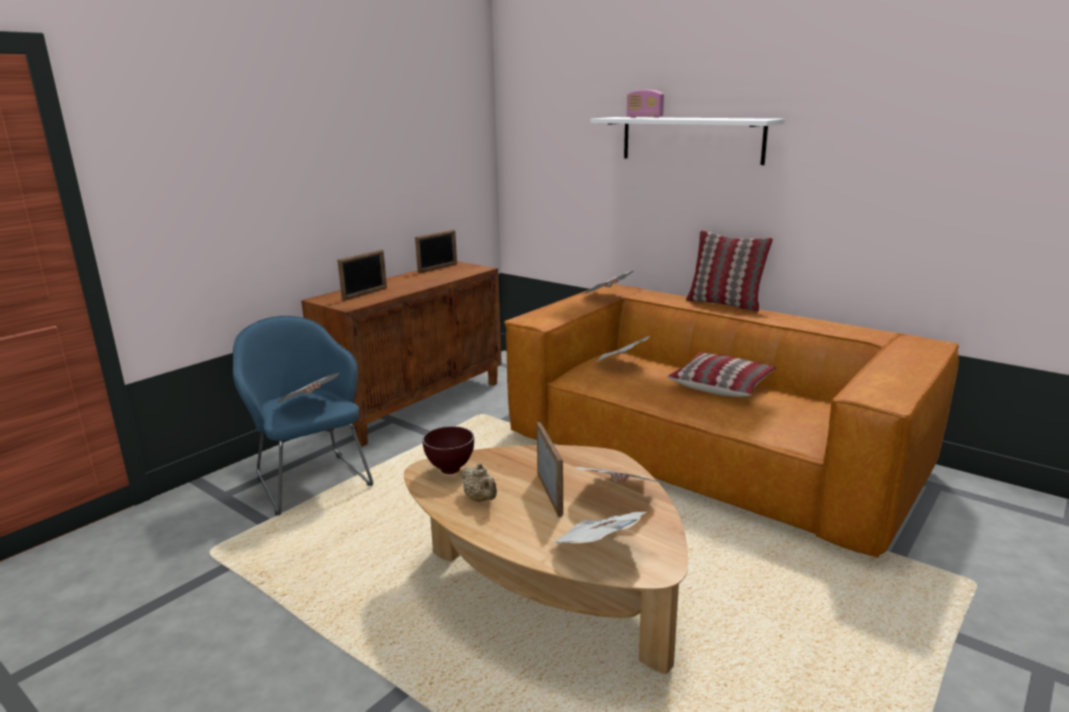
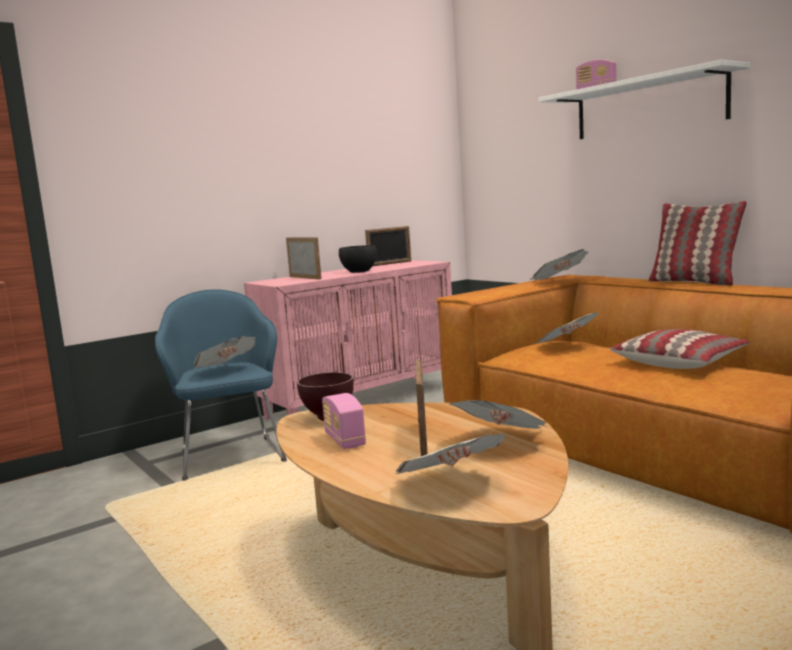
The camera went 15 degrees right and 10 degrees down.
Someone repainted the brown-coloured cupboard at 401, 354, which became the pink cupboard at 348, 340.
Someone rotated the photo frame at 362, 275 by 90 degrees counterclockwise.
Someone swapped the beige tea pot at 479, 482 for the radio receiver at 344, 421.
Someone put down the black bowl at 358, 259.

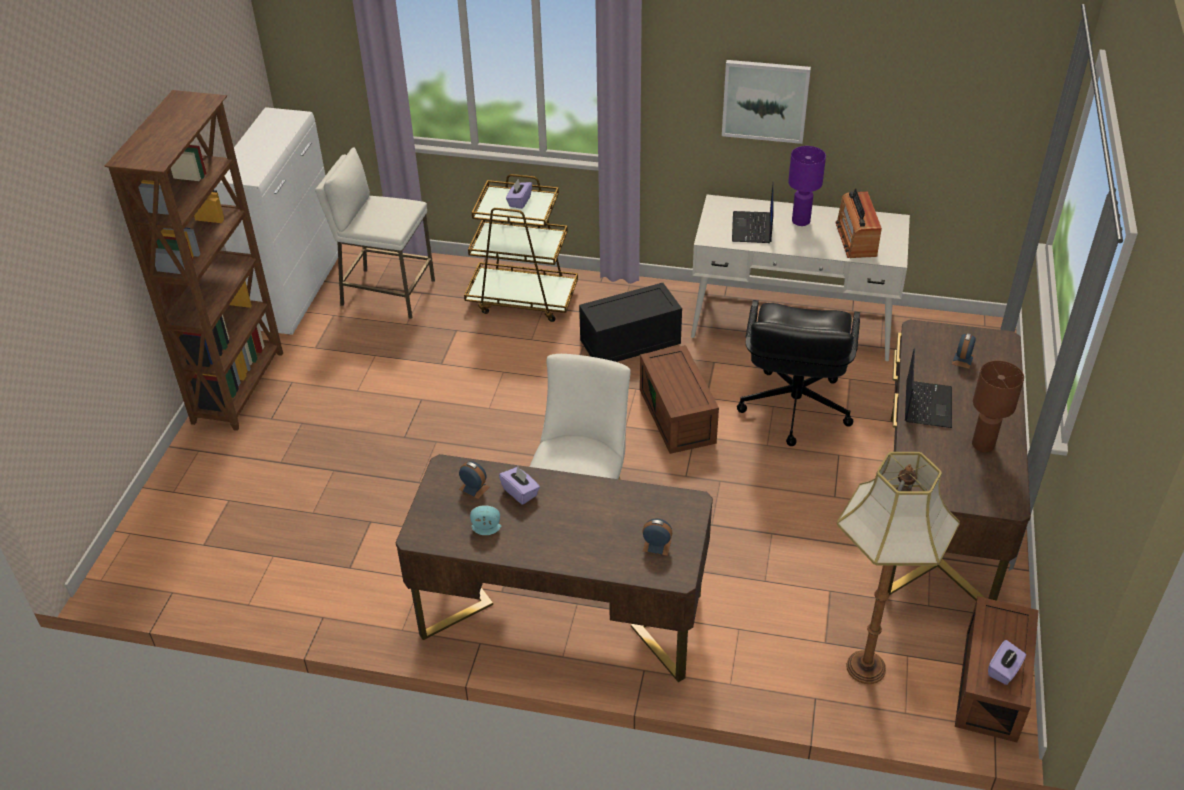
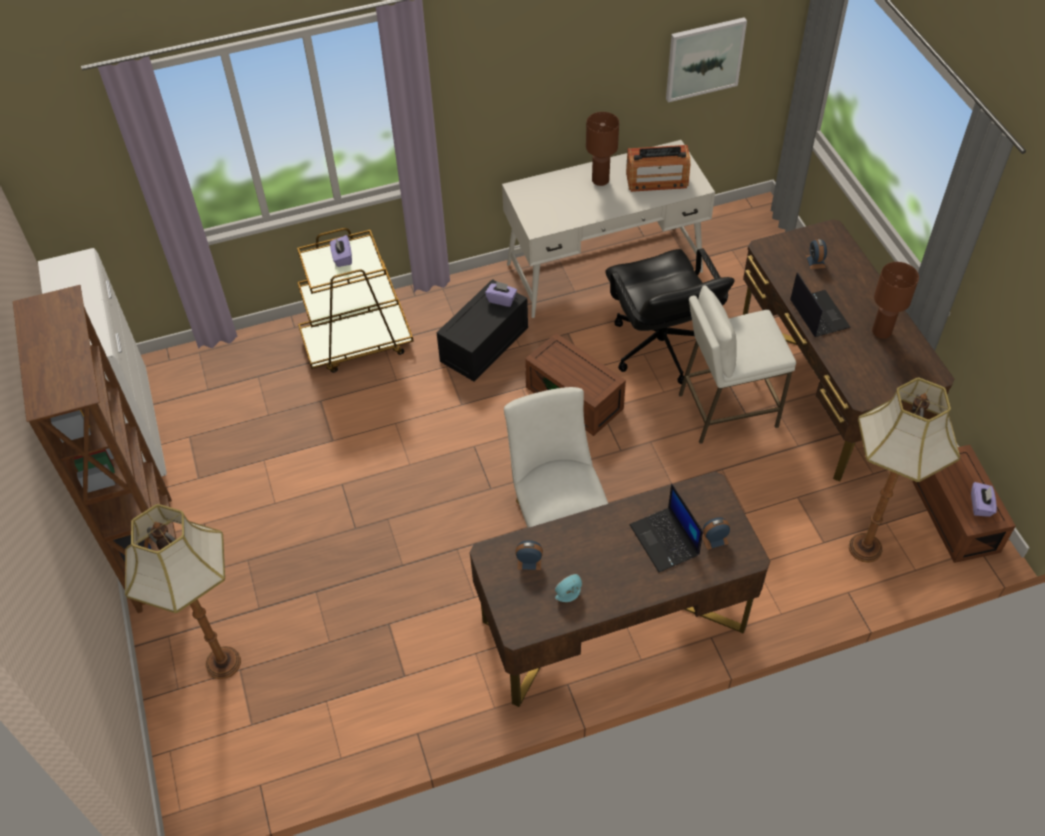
The camera went 30 degrees left and 10 degrees up.
Someone carried the whitish sitting stool from 375, 233 to 737, 364.
Someone carried the purple tissue box from 519, 485 to 501, 294.
Someone carried the picture from 766, 102 to 706, 59.
Someone carried the notebook computer from 753, 212 to 666, 528.
Someone repainted the purple lamp for a table at 807, 186, which became the brown-coloured lamp for a table at 602, 149.
Someone rotated the radio receiver at 859, 223 by 60 degrees counterclockwise.
Someone put down the standing lamp at 183, 591.

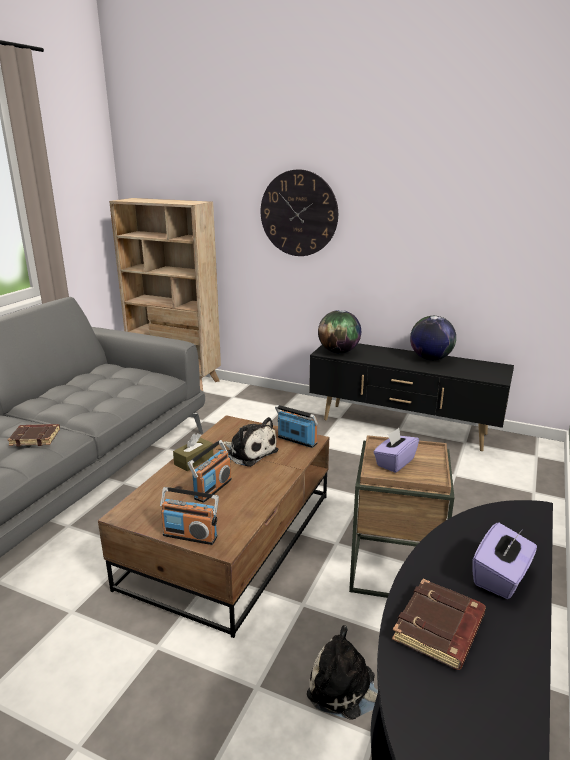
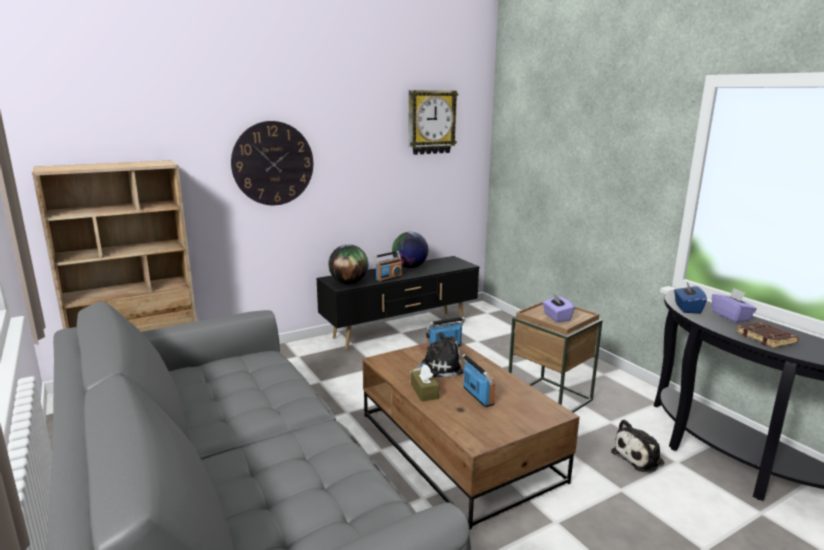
The camera went 55 degrees left and 5 degrees down.
Someone took away the brown-coloured bound book at 34, 435.
Someone carried the radio receiver from 189, 516 to 388, 266.
Someone put up the hanging clock at 433, 122.
Someone put down the blue-coloured tissue box at 690, 298.

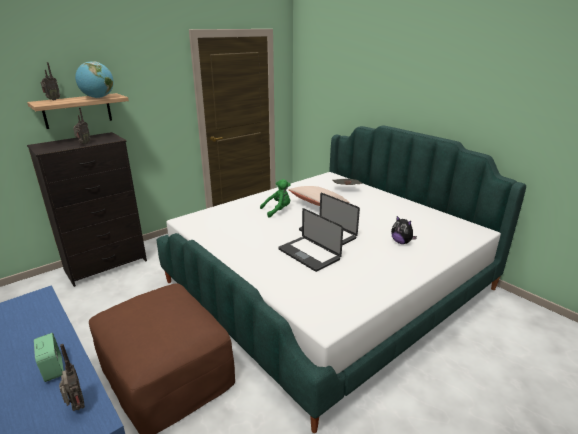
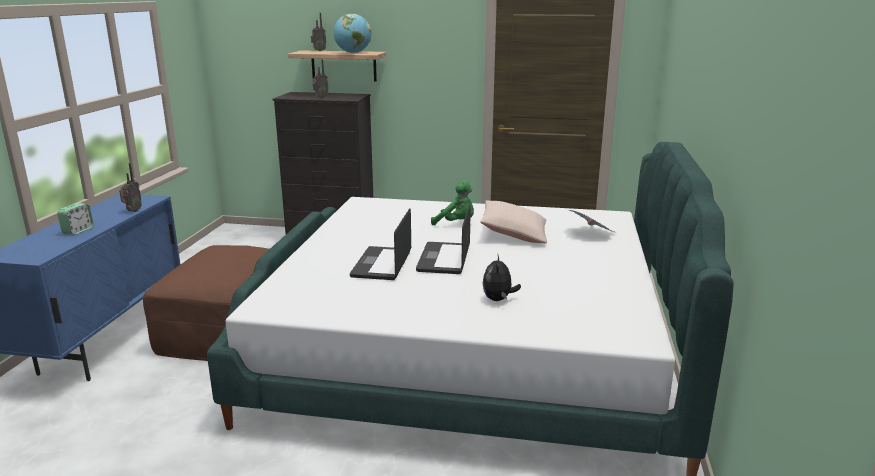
The camera went 50 degrees right and 5 degrees down.
Someone carried the radio receiver from 72, 377 to 130, 187.

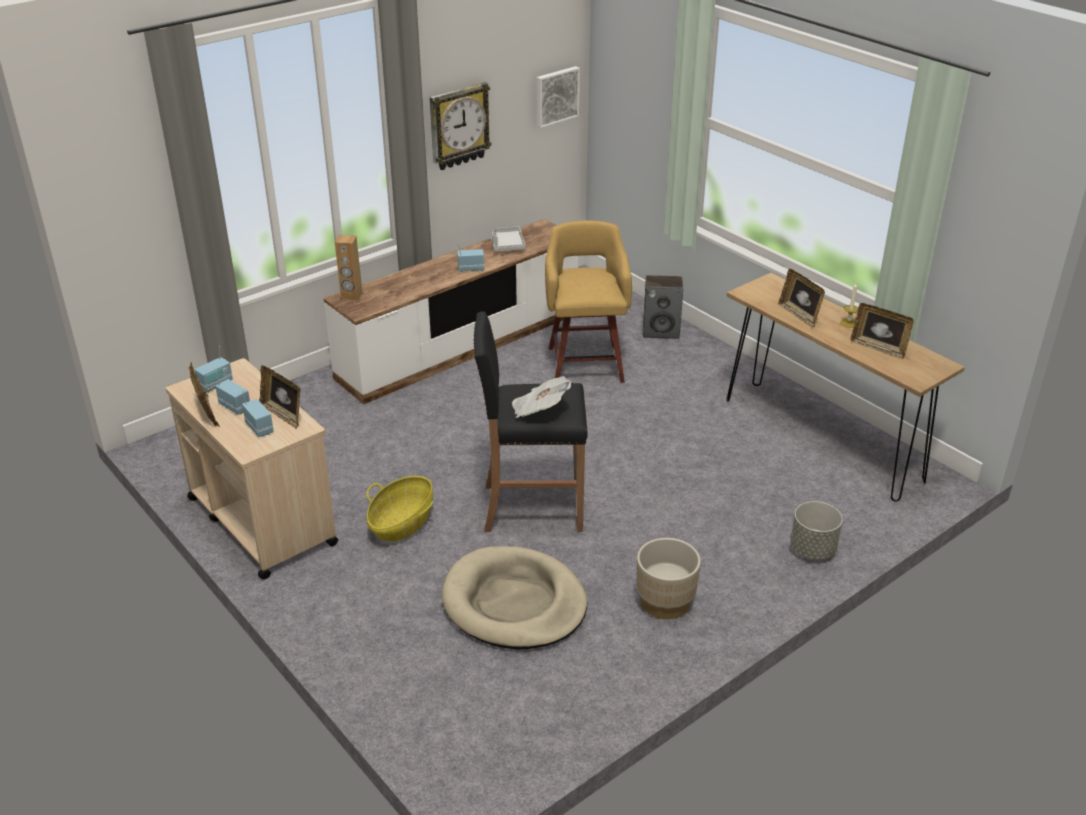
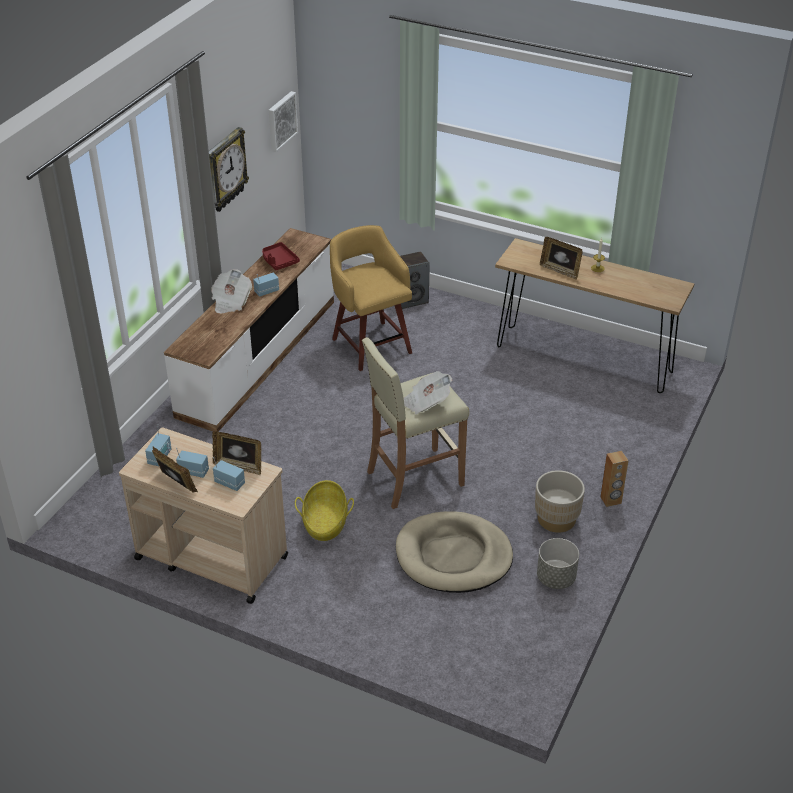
The camera went 25 degrees left and 5 degrees up.
Someone carried the brown-coloured speaker from 349, 268 to 614, 479.
Someone repainted the black sitting stool at 531, 421, which became the beige sitting stool at 415, 423.
Someone repainted the greyish carrying tray at 508, 239, which became the red carrying tray at 281, 256.
Someone carried the greyish plant pot from 816, 530 to 558, 563.
Someone took away the photo frame at 882, 331.
Someone put down the daily paper at 231, 291.

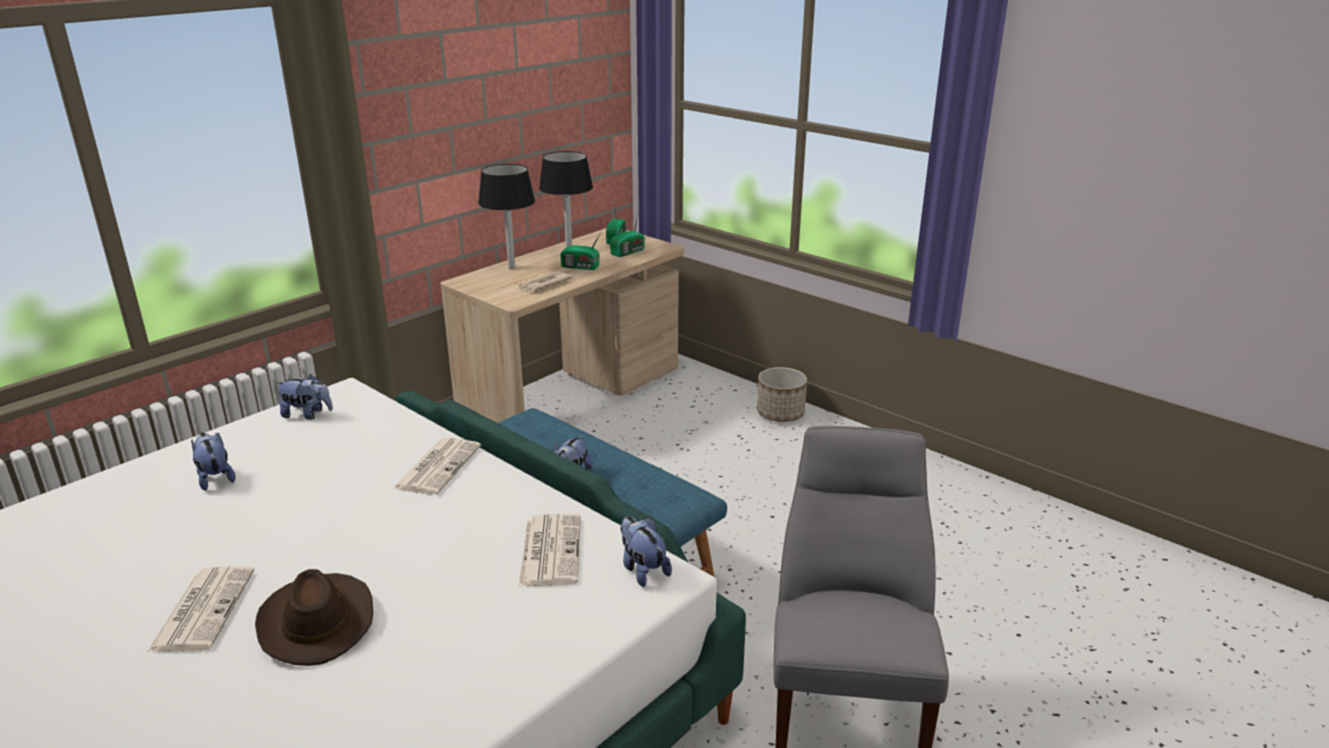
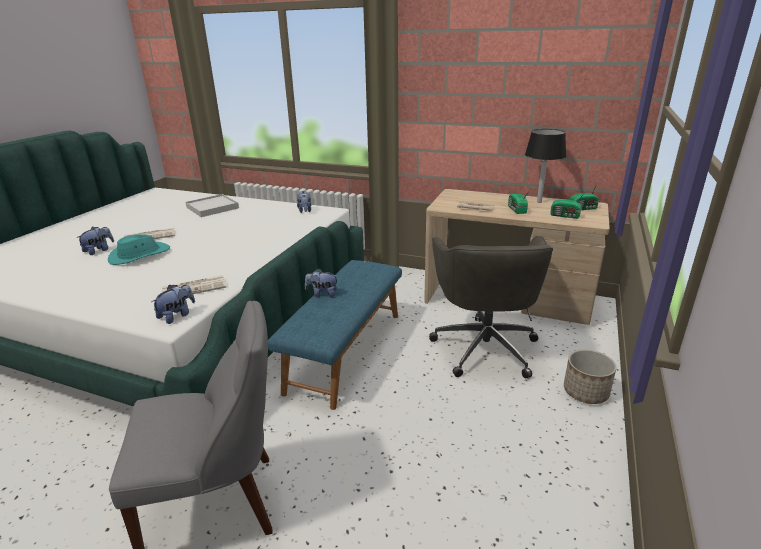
The camera went 70 degrees right and 0 degrees up.
Someone carried the plush toy from 213, 461 to 95, 240.
Someone repainted the brown-coloured clothing hat at 314, 617, which became the blue-green clothing hat at 139, 249.
Someone took away the daily paper at 436, 466.
Someone took away the black lamp for a table at 506, 216.
Someone put down the whitish carrying tray at 212, 205.
Someone put down the greyish computer chair at 491, 307.

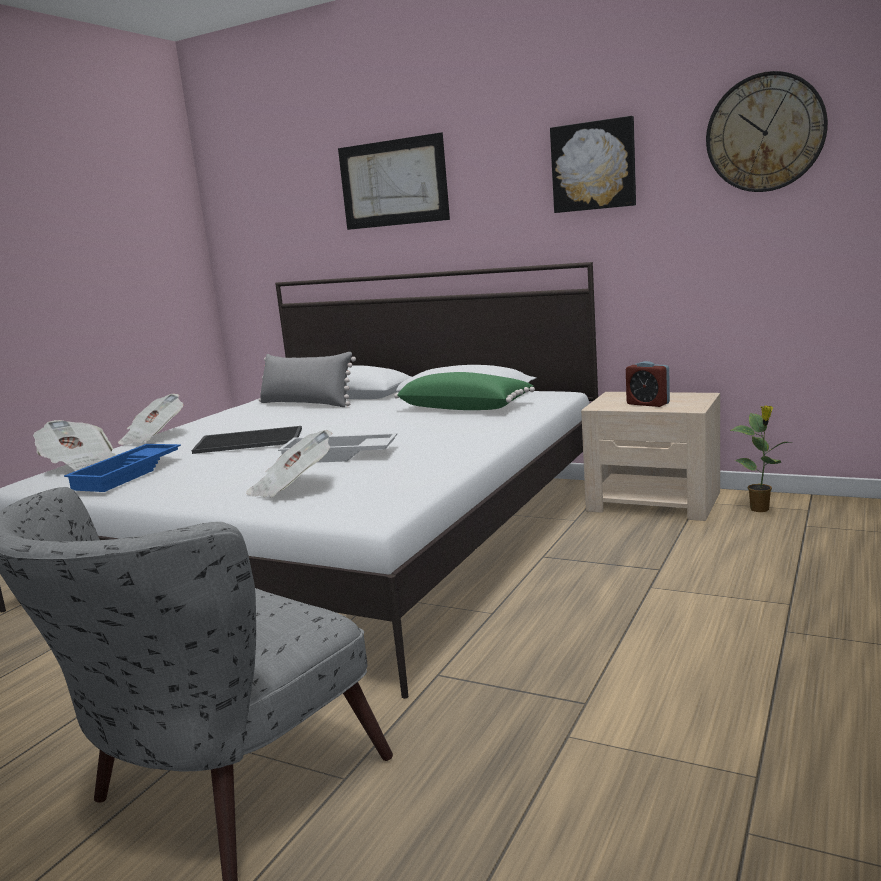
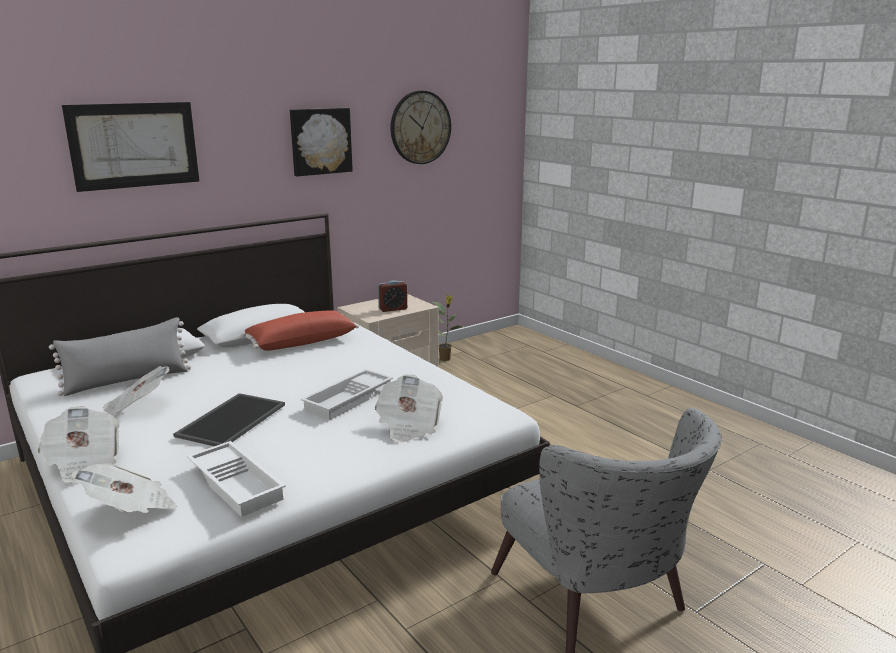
The camera went 65 degrees left and 5 degrees up.
Someone repainted the blue-coloured carrying tray at 122, 468, which became the whitish carrying tray at 236, 479.
Someone repainted the green-coloured throw pillow at 464, 391, which became the red throw pillow at 300, 330.
Someone put down the daily paper at 136, 391.

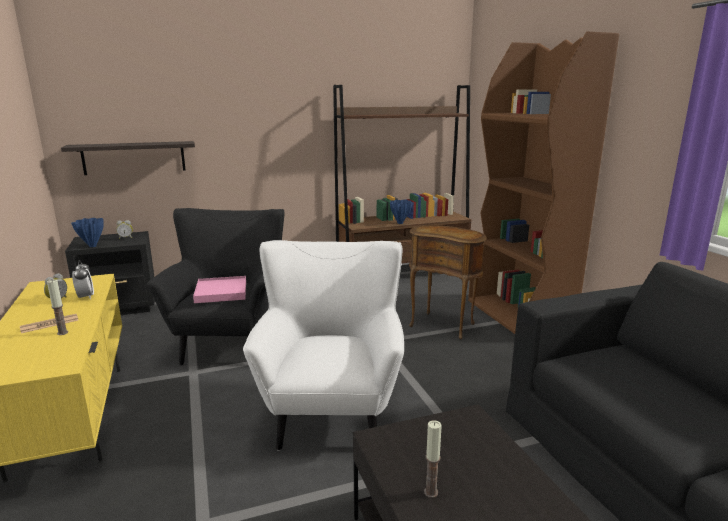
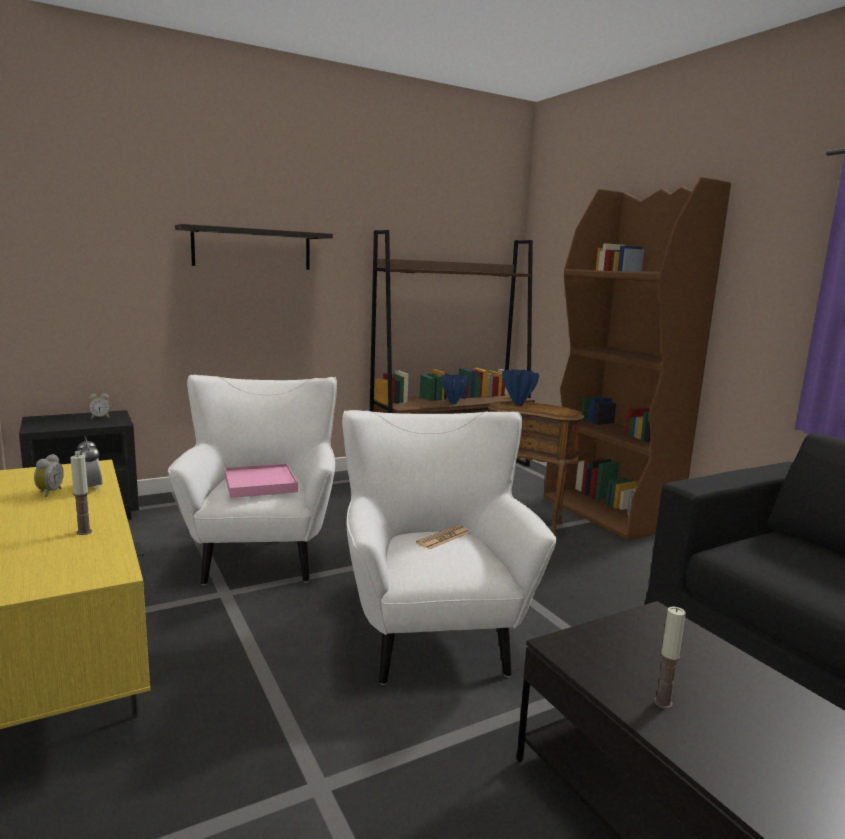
The camera went 10 degrees left and 5 degrees down.
Someone carried the daily paper from 49, 323 to 443, 537.
Someone carried the wall shelf from 128, 158 to 254, 247.
Someone carried the blue-coloured vase from 87, 232 to 520, 387.
Someone repainted the black lounge chair at 216, 286, which became the whitish lounge chair at 252, 480.

